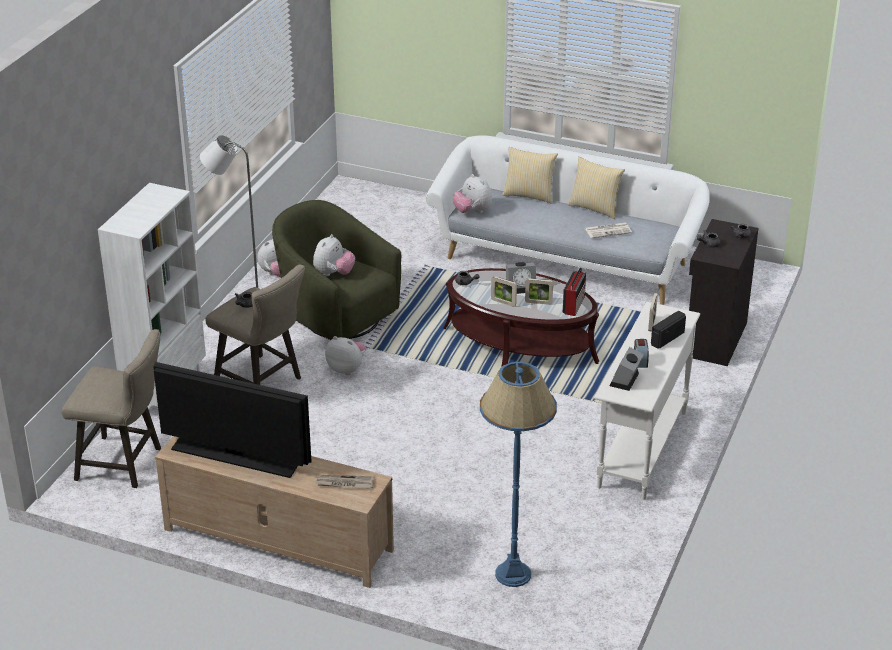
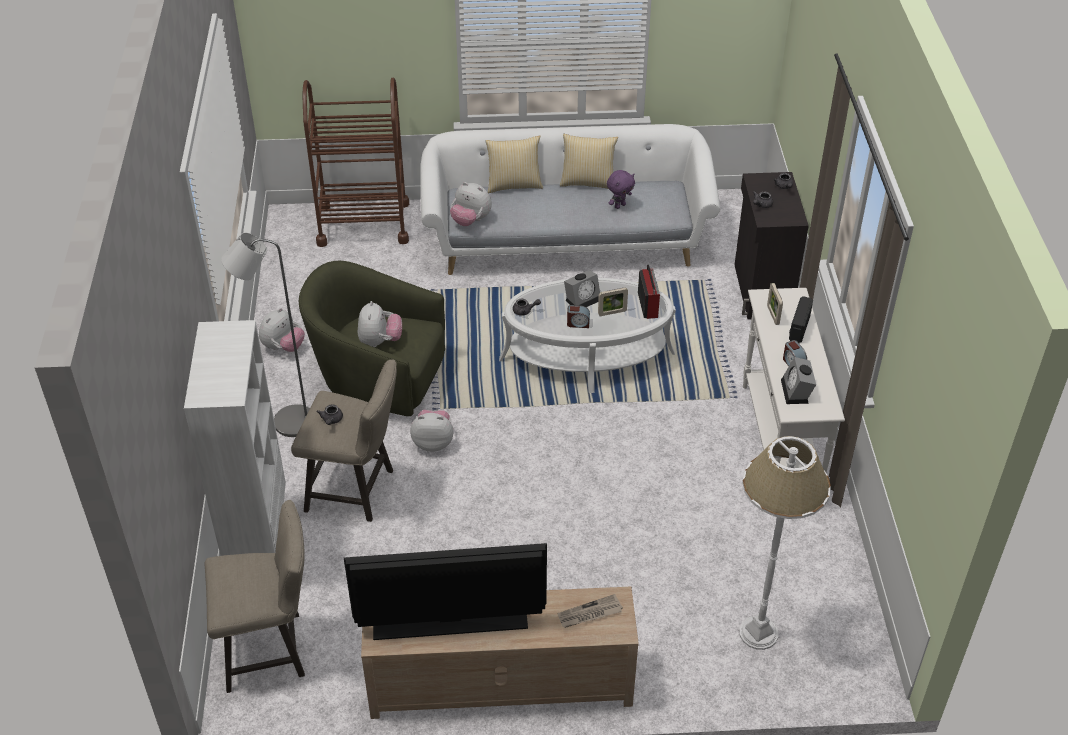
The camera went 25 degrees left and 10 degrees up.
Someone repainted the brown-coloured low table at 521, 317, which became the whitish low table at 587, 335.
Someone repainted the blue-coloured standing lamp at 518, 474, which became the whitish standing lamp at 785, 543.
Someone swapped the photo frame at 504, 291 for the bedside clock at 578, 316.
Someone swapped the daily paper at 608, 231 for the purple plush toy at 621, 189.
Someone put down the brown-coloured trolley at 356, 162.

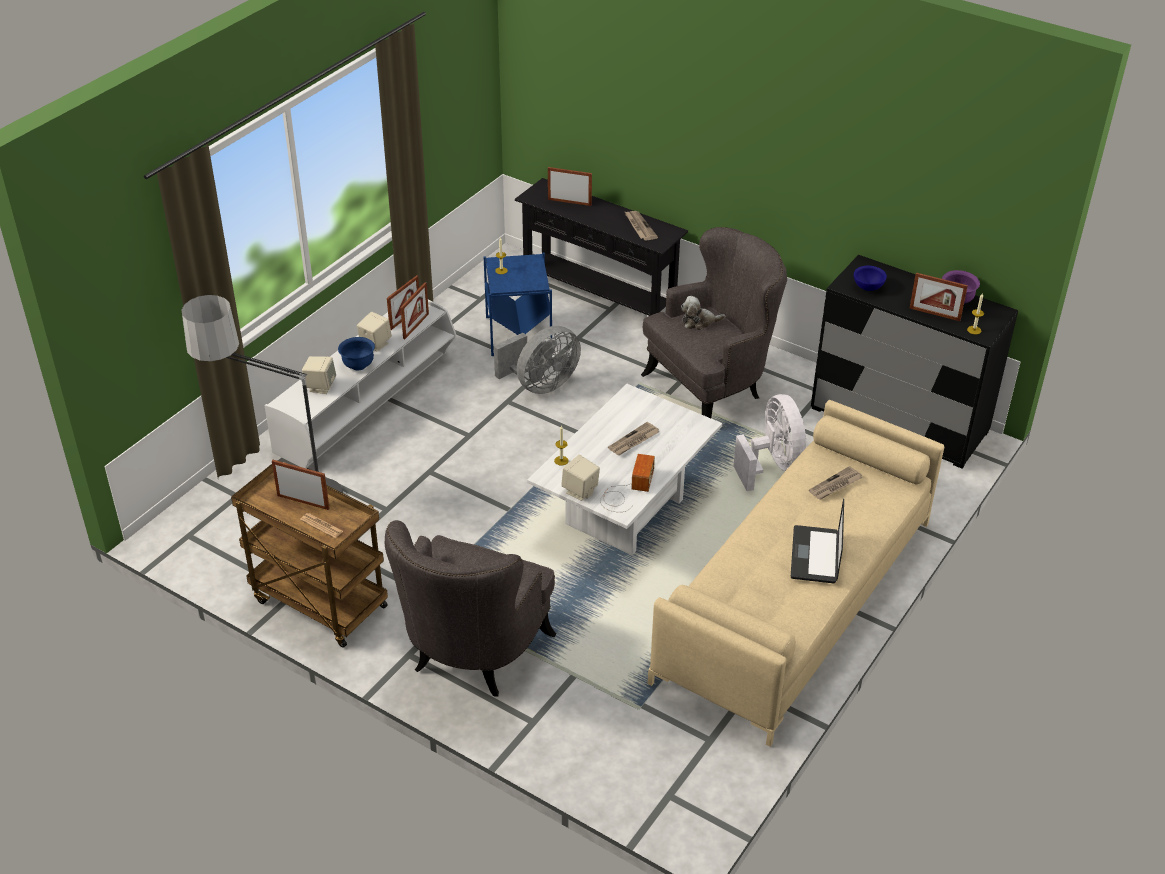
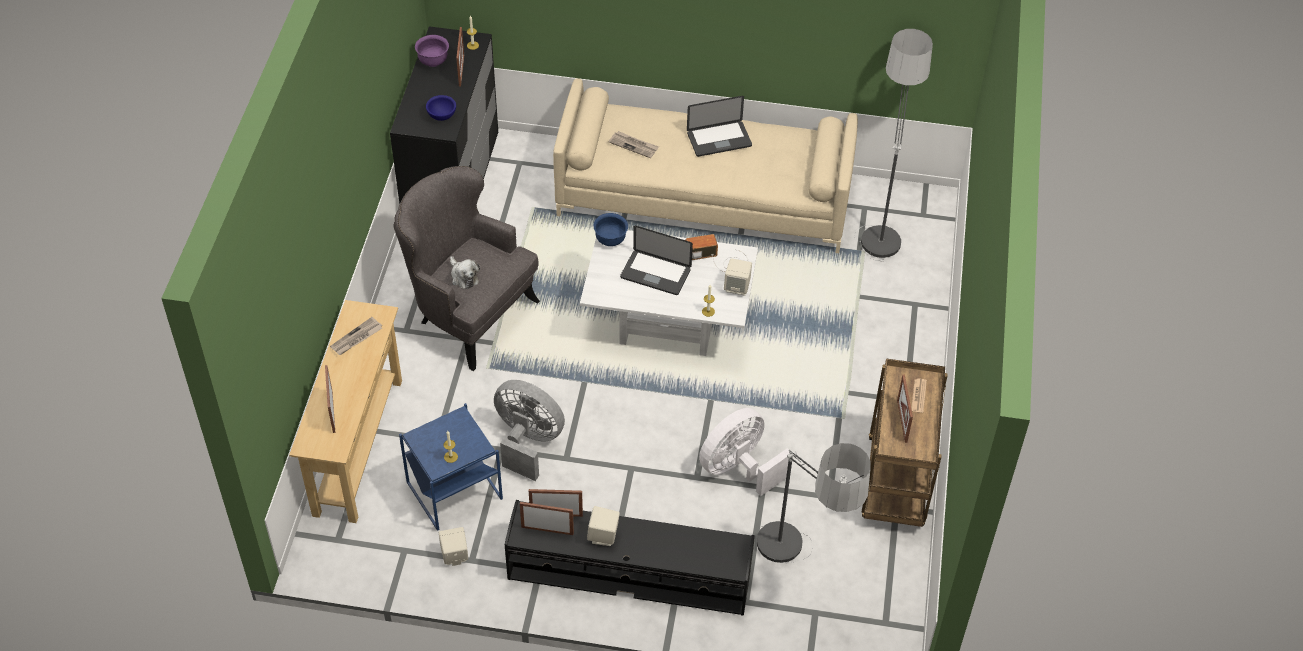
The camera went 115 degrees left and 10 degrees up.
Someone repainted the whitish tv stand at 360, 384, which became the black tv stand at 630, 558.
Someone carried the beige speaker from 319, 375 to 453, 546.
Someone carried the blue-coloured bowl from 356, 354 to 611, 229.
Someone took away the greyish lounge chair at 470, 608.
Someone repainted the black hall table at 601, 247, which became the beige hall table at 345, 411.
Someone swapped the daily paper at 633, 438 for the notebook computer at 656, 260.
Someone carried the whitish fan from 770, 442 to 745, 452.
Someone put down the standing lamp at 893, 145.

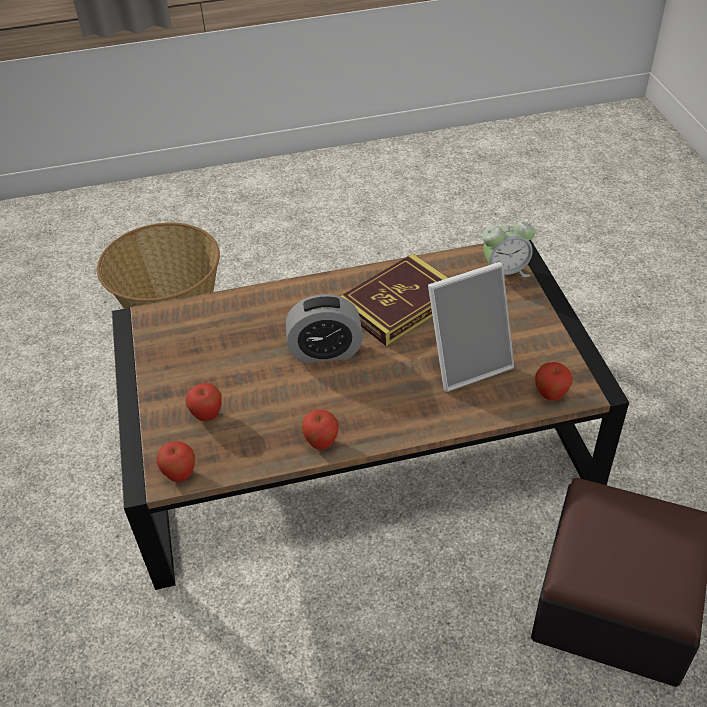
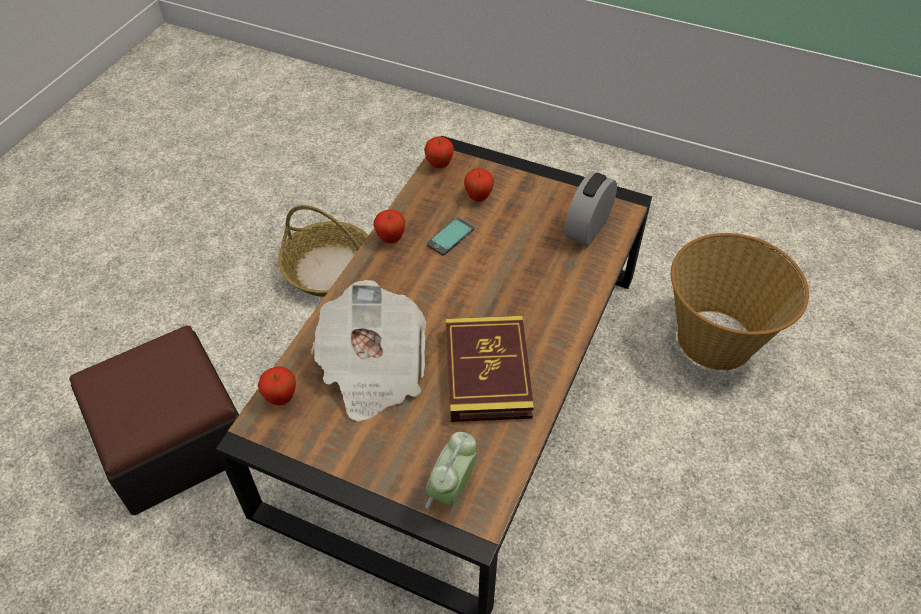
The camera went 125 degrees right and 5 degrees up.
Someone carried the bedside clock from 324, 328 to 590, 209.
Someone swapped the photo frame at 471, 327 for the daily paper at 368, 351.
Someone put down the household basket at 323, 251.
Someone put down the phone at 450, 236.

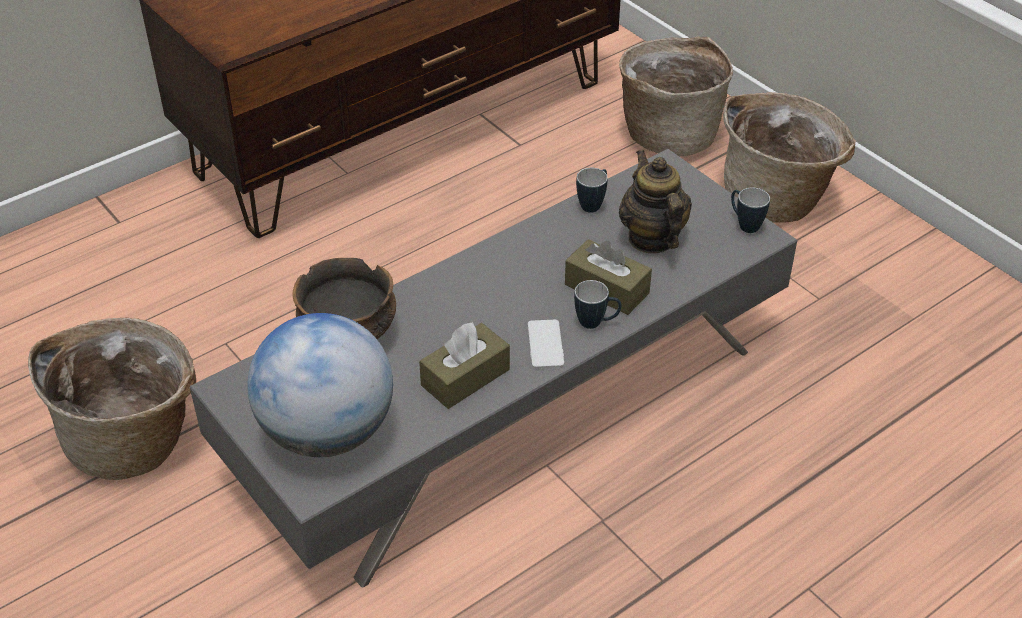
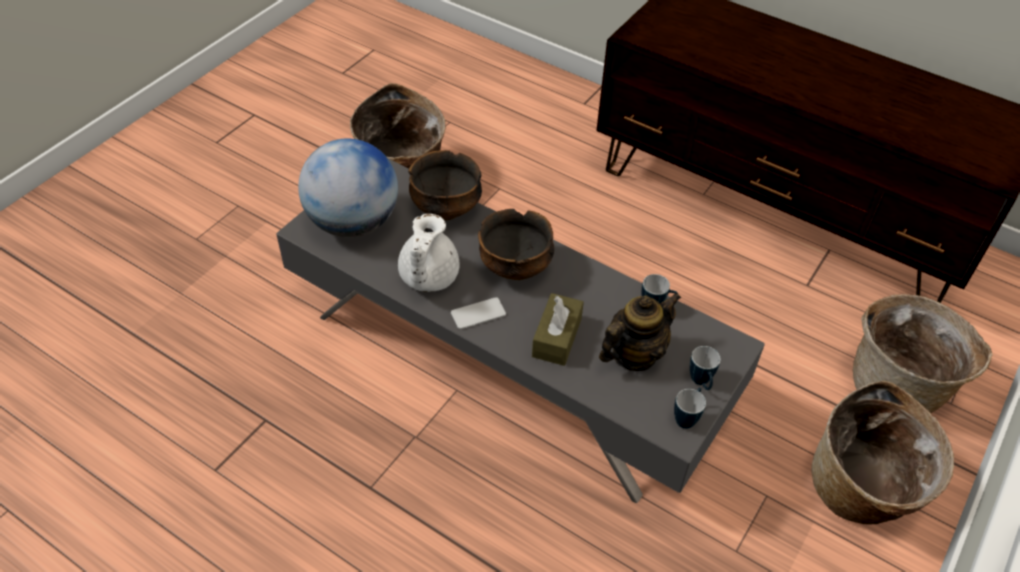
The camera went 70 degrees right and 5 degrees up.
Someone swapped the brown-coloured tissue box at 464, 365 for the whitish tea pot at 429, 253.
Someone carried the tea mug from 598, 304 to 705, 368.
Someone put down the bowl at 516, 244.

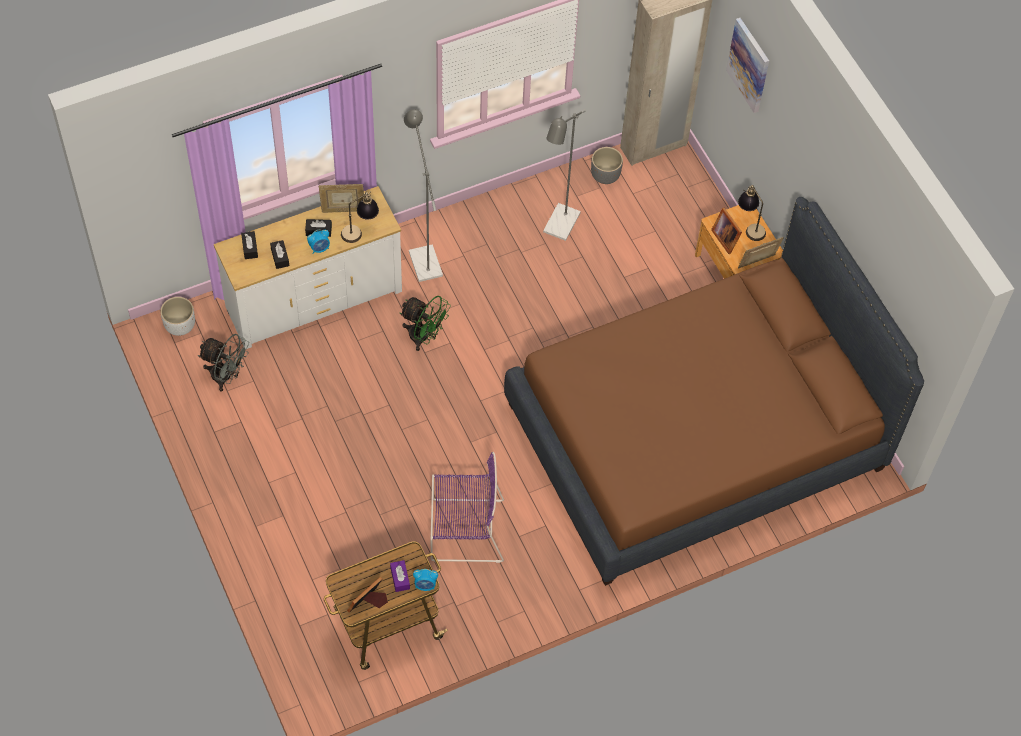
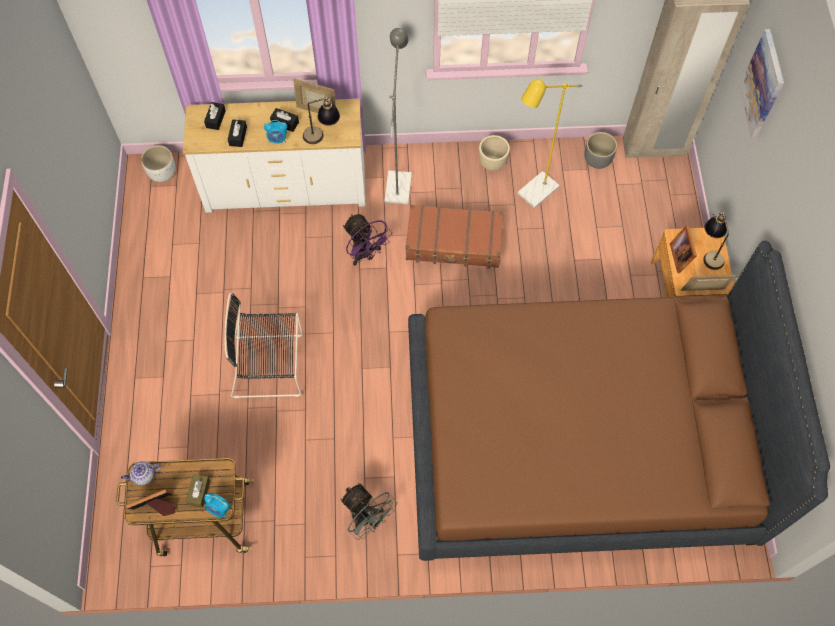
The camera went 25 degrees right and 5 degrees up.
Someone carried the greyish fan from 223, 363 to 368, 511.
Someone repainted the purple tissue box at 400, 576, which became the brown-coloured tissue box at 198, 491.
Someone repainted the green-coloured fan at 425, 323, which became the purple fan at 367, 240.
Someone took away the purple chair at 467, 507.
Someone repainted the greyish standing lamp at 564, 175, which became the yellow-coloured standing lamp at 549, 143.
Someone put down the tea pot at 141, 473.
Someone put down the black chair at 264, 345.
Someone put down the brown-coloured piece of luggage at 455, 237.
Someone put down the beige plant pot at 494, 153.

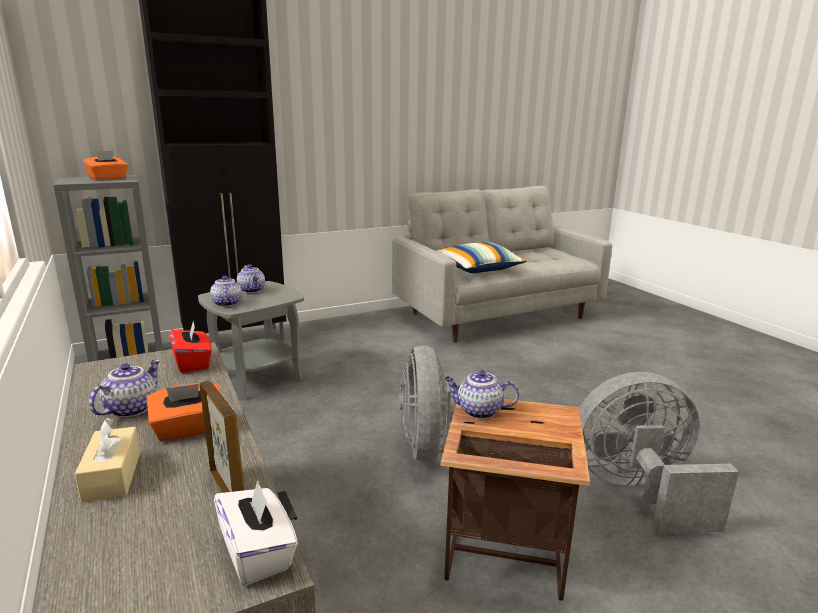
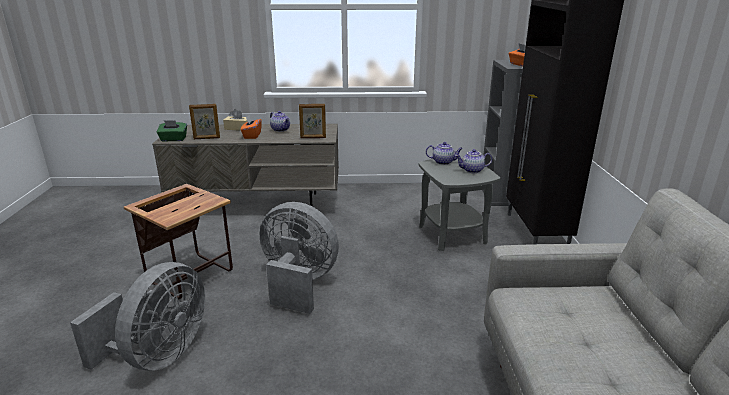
The camera went 115 degrees right and 5 degrees up.
Someone swapped the red tissue box at 190, 346 for the photo frame at 312, 121.
Someone repainted the whitish tissue box at 256, 533, which became the green-coloured tissue box at 172, 131.
Someone took away the throw pillow at 482, 257.
Someone took away the tea pot at 481, 394.

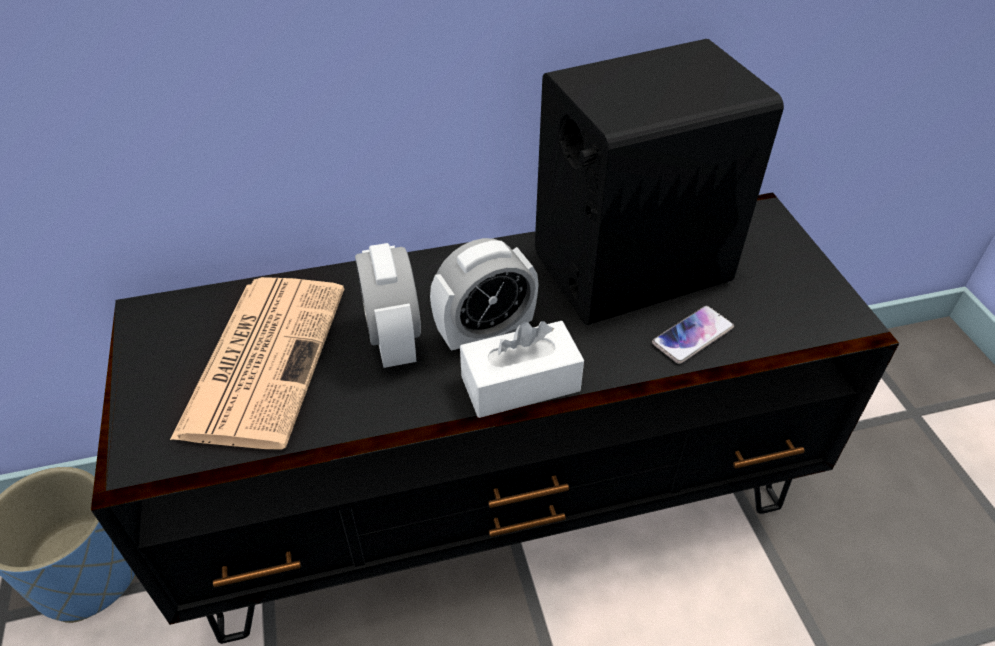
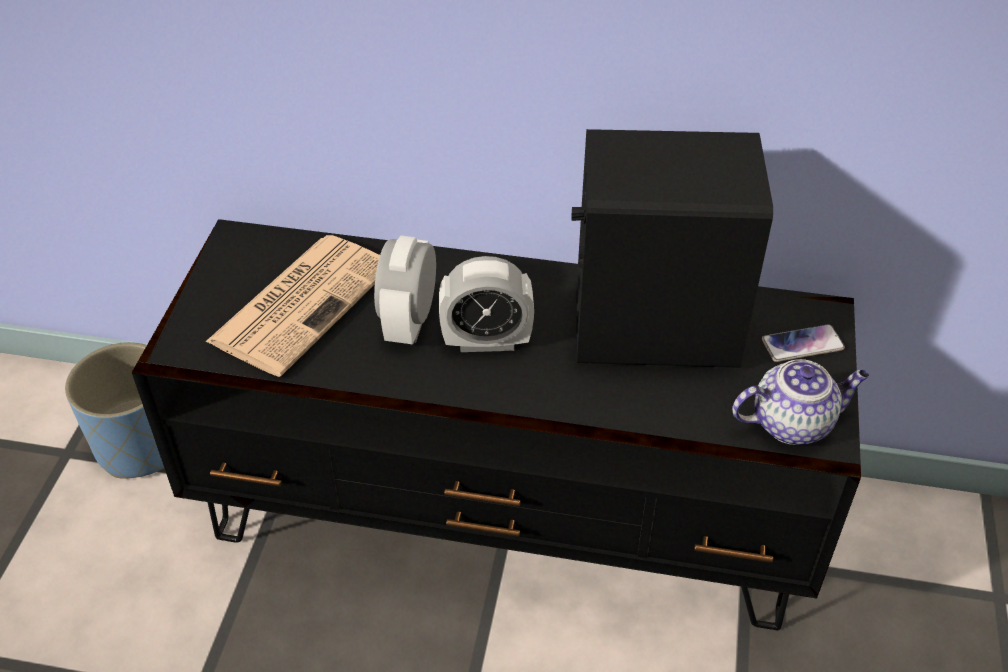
The camera went 25 degrees right and 0 degrees up.
Someone took away the whitish tissue box at 522, 369.
Someone carried the phone from 693, 335 to 803, 343.
Someone put down the tea pot at 800, 402.

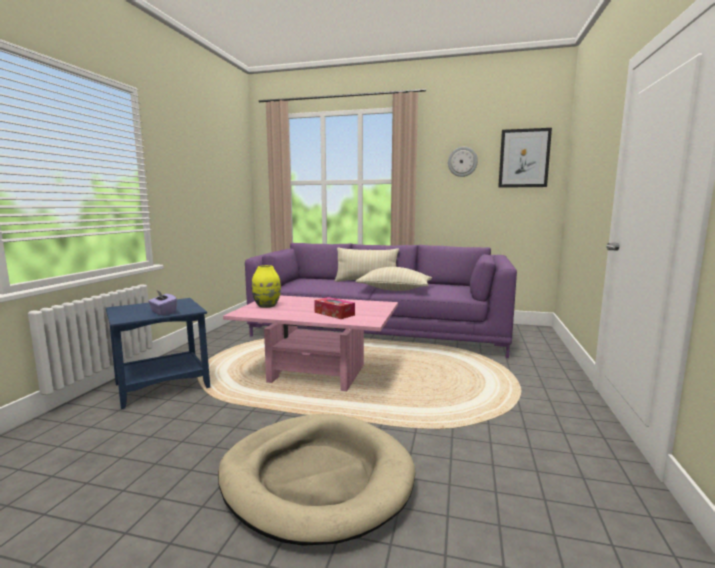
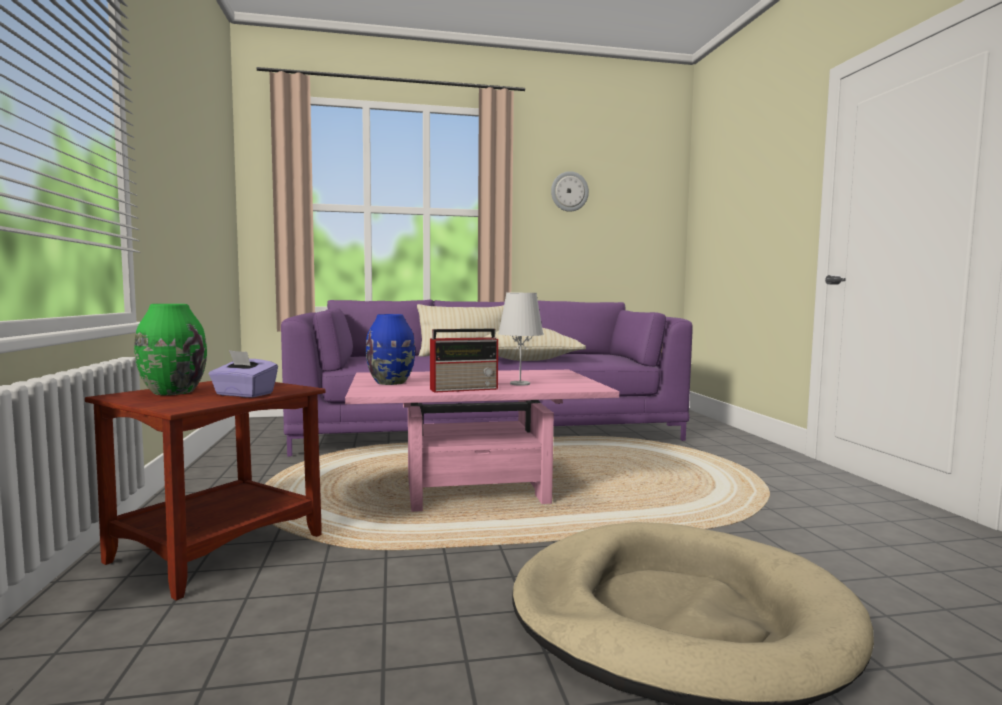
The camera went 25 degrees left and 5 degrees down.
Someone repainted the blue-coloured accent table at 158, 353, which became the brown-coloured accent table at 205, 491.
Someone repainted the yellow-coloured vase at 266, 286, which became the blue-coloured vase at 390, 349.
Someone swapped the tissue box at 334, 308 for the whitish lamp for a table at 521, 339.
Someone took away the picture at 525, 158.
Someone put down the green-coloured vase at 170, 349.
Someone put down the radio receiver at 464, 361.

